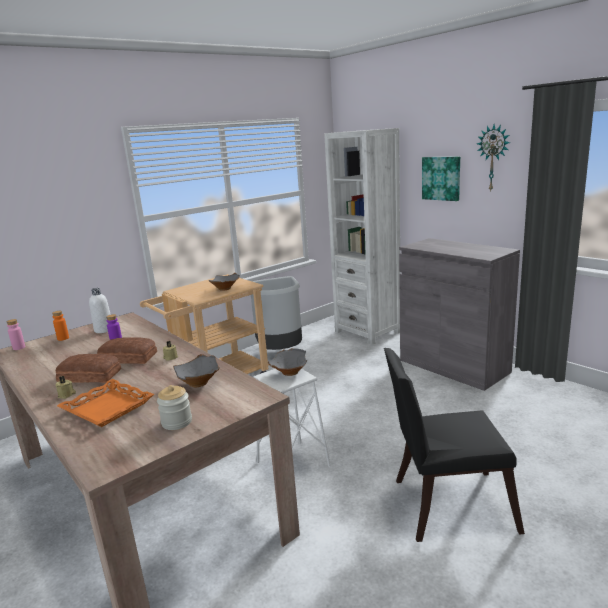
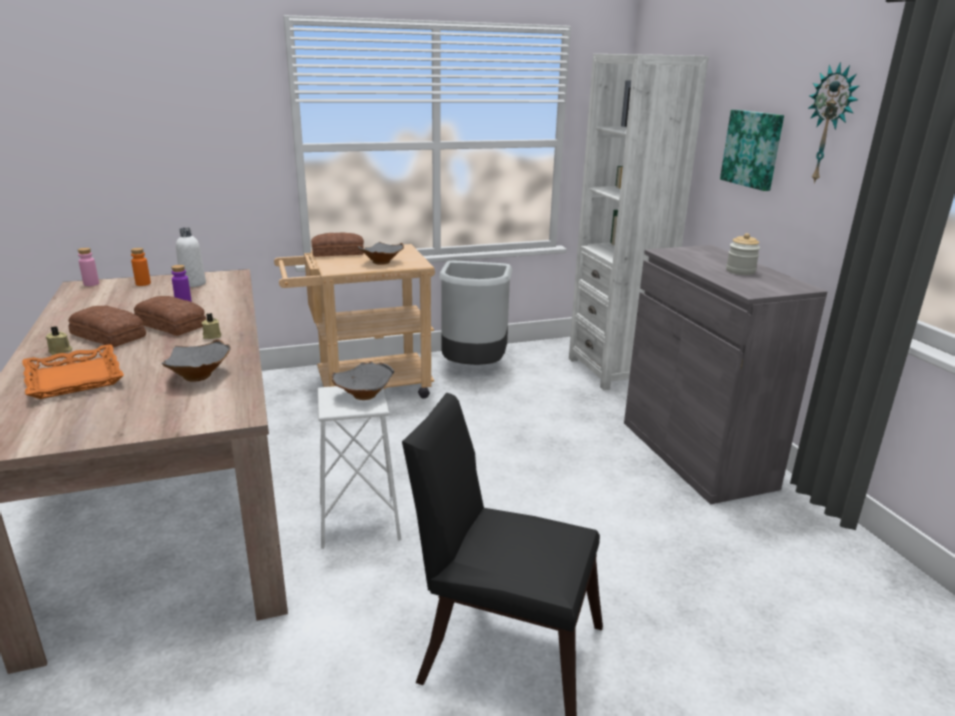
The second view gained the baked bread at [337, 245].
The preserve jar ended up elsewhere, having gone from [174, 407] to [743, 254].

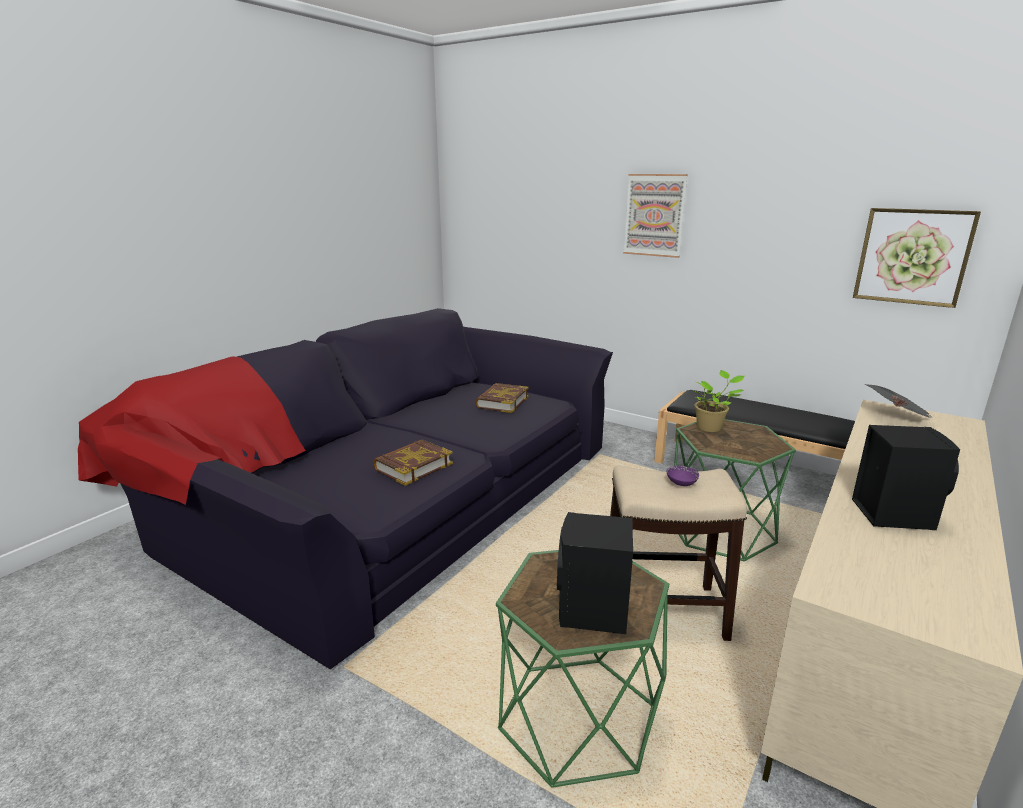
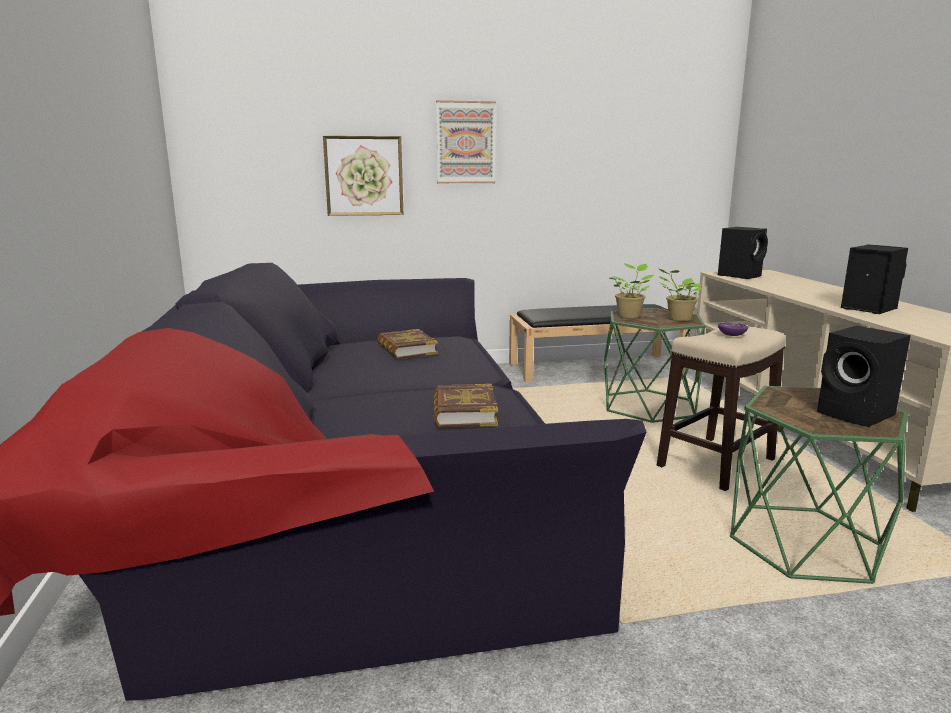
The wall picture ended up elsewhere, having gone from [917, 258] to [363, 176].
The second view gained the houseplant at [680, 294].
Where the printed paper stood at [898, 401], the blackish speaker came to stand at [743, 253].

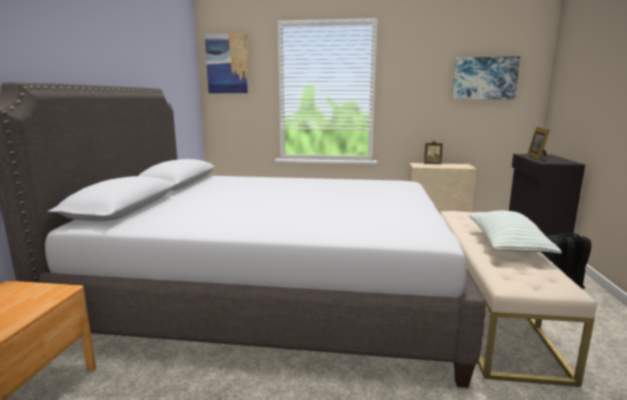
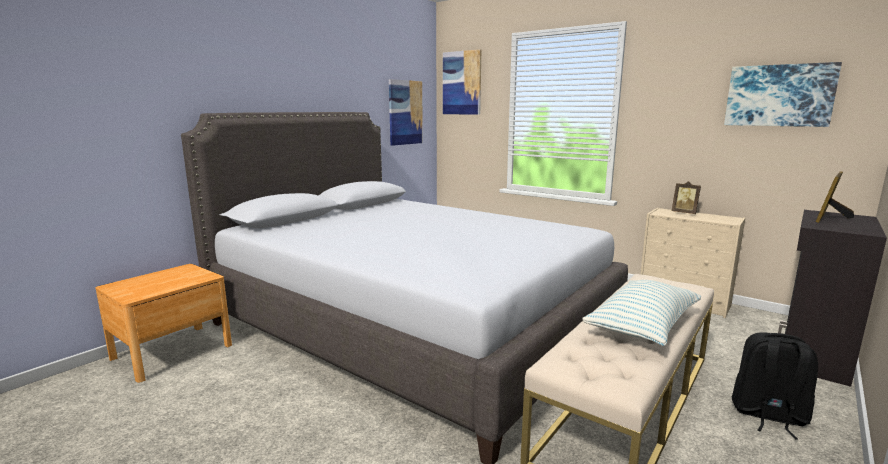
The second view gained the wall picture at [406, 112].

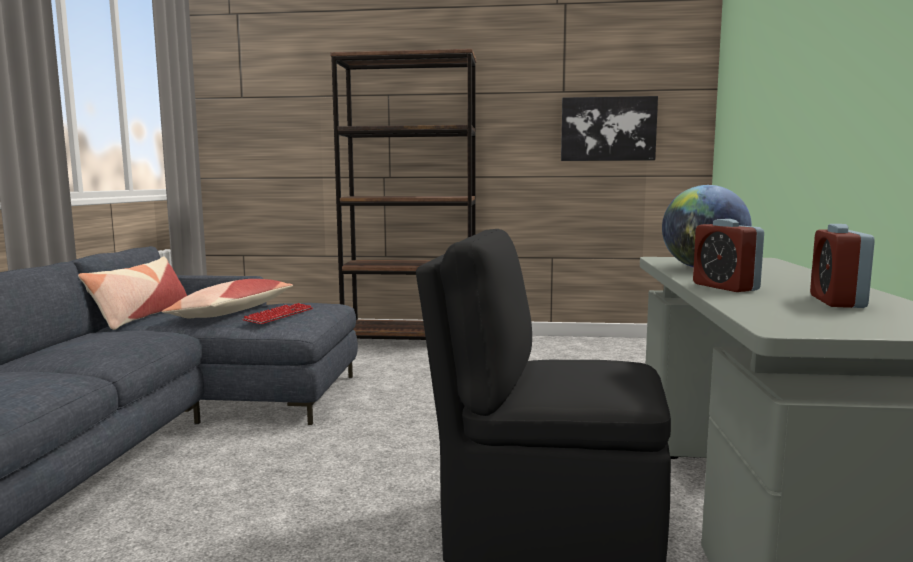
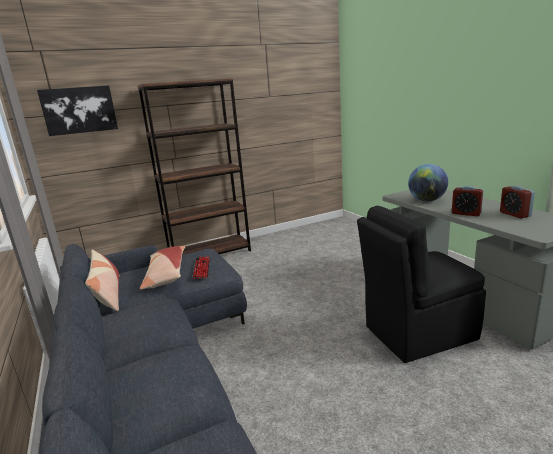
The wall picture ended up elsewhere, having gone from [609, 128] to [77, 110].

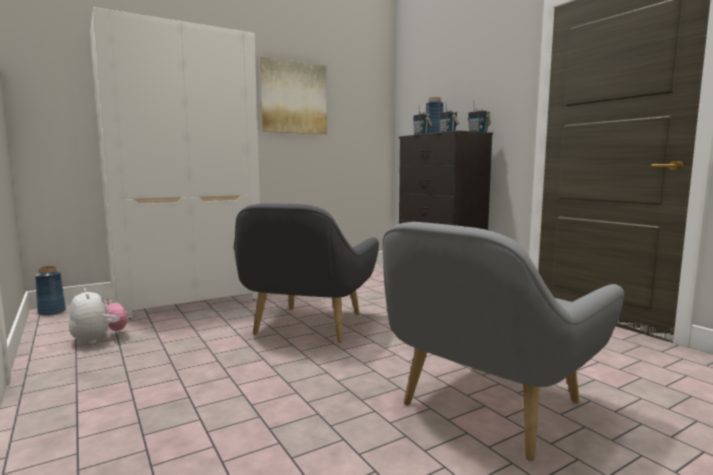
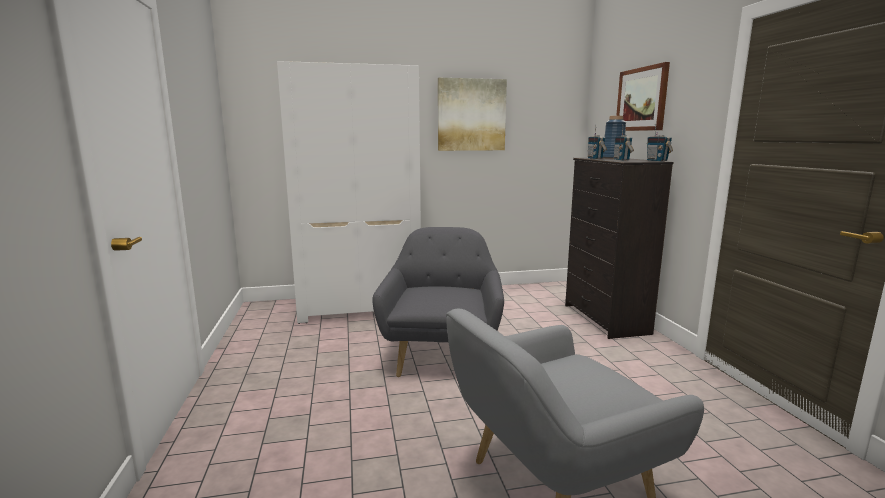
The grey armchair at [306, 273] ended up facing another way, 150 degrees clockwise from before.
The second view gained the wall picture at [643, 96].
The second view lost the blue-coloured flower vase at [50, 290].
The second view lost the soft toy at [98, 316].

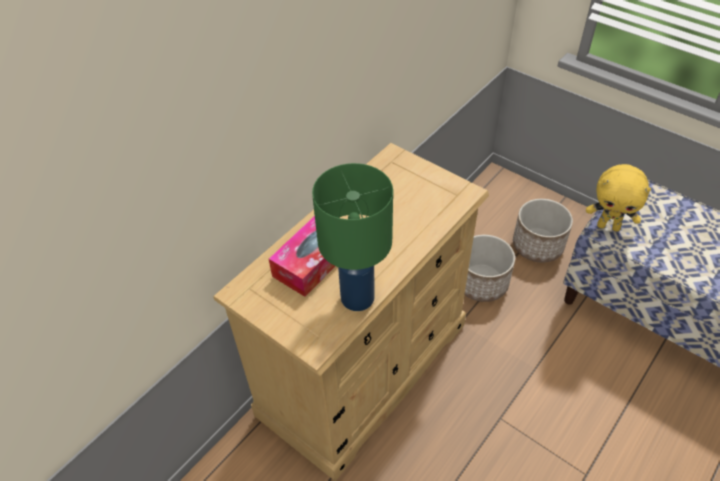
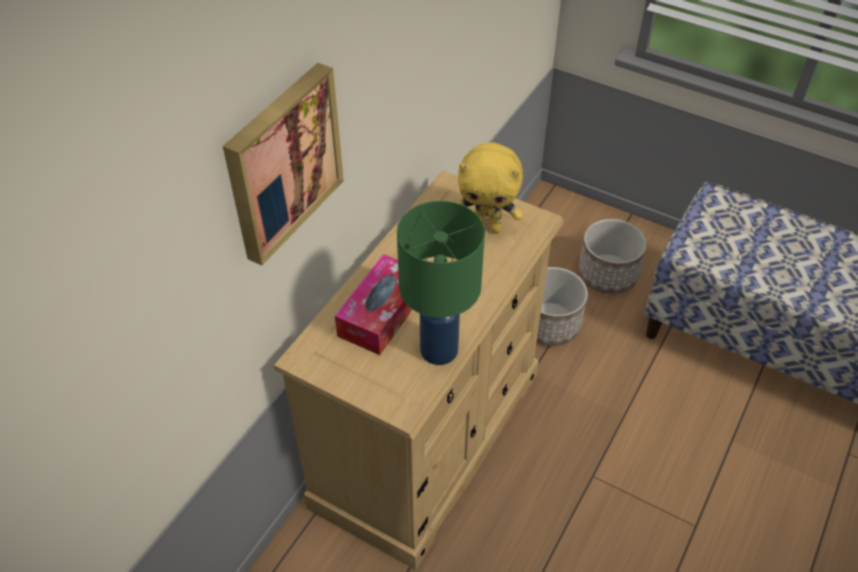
The second view gained the wall picture at [283, 164].
The yellow soft toy ended up elsewhere, having gone from [618, 198] to [489, 188].

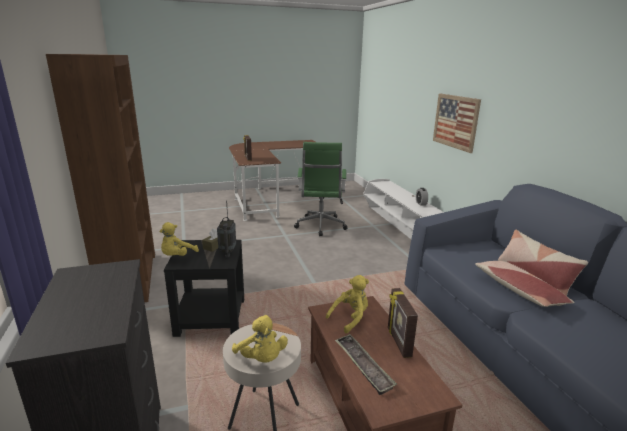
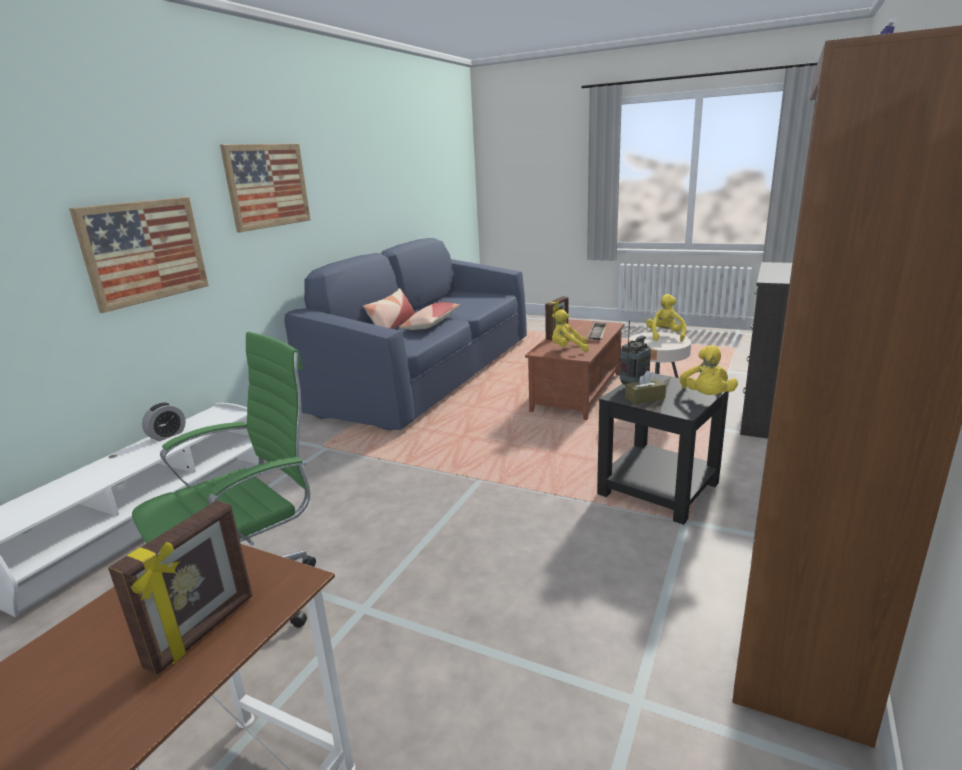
The second view gained the wall picture at [265, 187].
The yellow soft toy at [179, 239] ended up facing another way, 120 degrees clockwise from before.

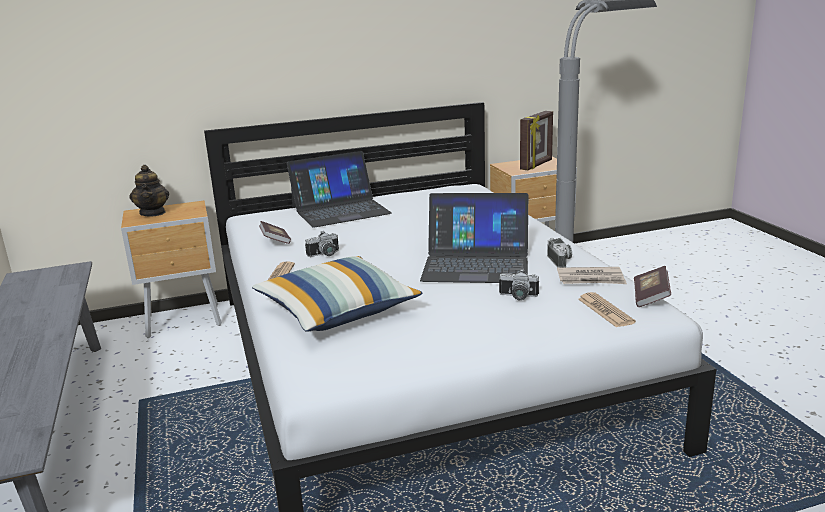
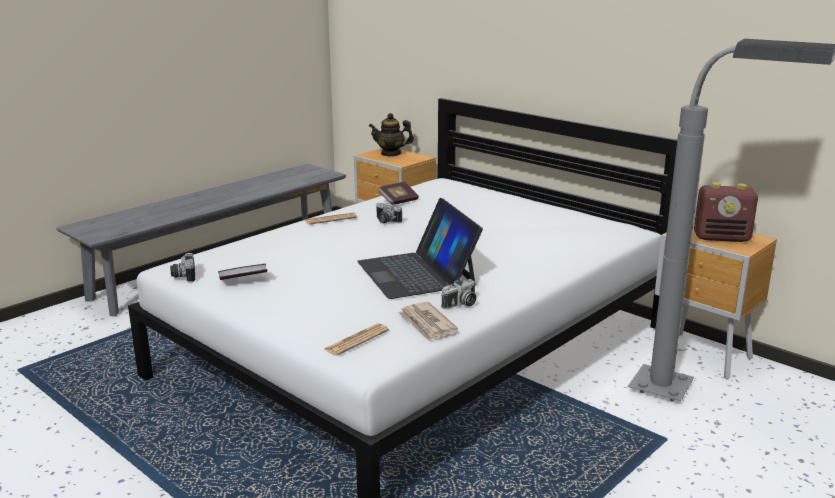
The still camera ended up elsewhere, having gone from [519, 284] to [182, 268].
The book ended up elsewhere, having gone from [652, 286] to [242, 272].
The pot for tea at [149, 191] ended up facing another way, 45 degrees clockwise from before.
Where the standing frame stood at [536, 140], the radio came to stand at [726, 212].
The second view lost the throw pillow at [337, 294].
The second view lost the laptop at [339, 189].

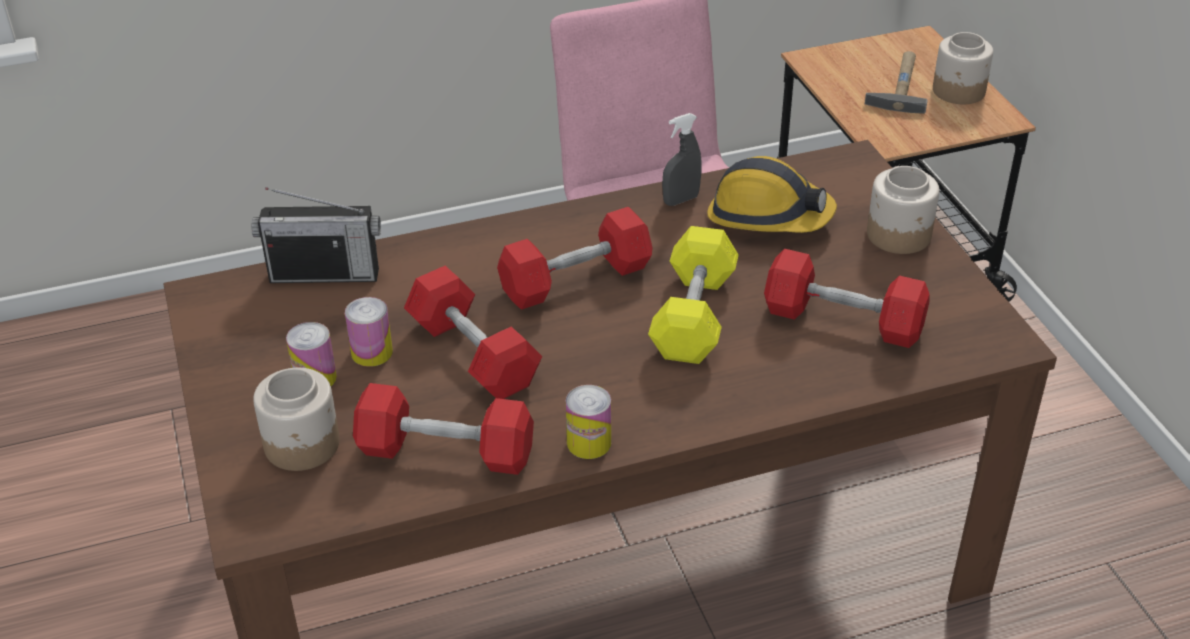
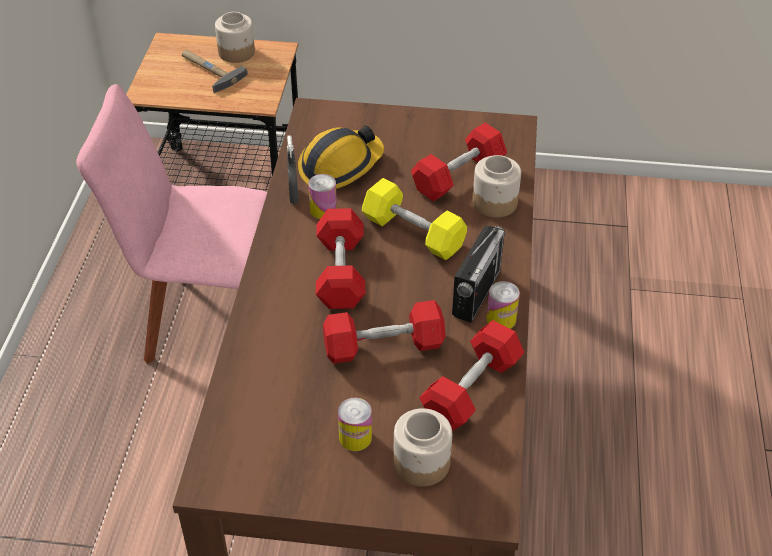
The sealed can ended up elsewhere, having gone from [369, 332] to [322, 196].
The radio ended up elsewhere, having gone from [316, 235] to [478, 274].
The preserve jar ended up elsewhere, having gone from [903, 210] to [496, 186].

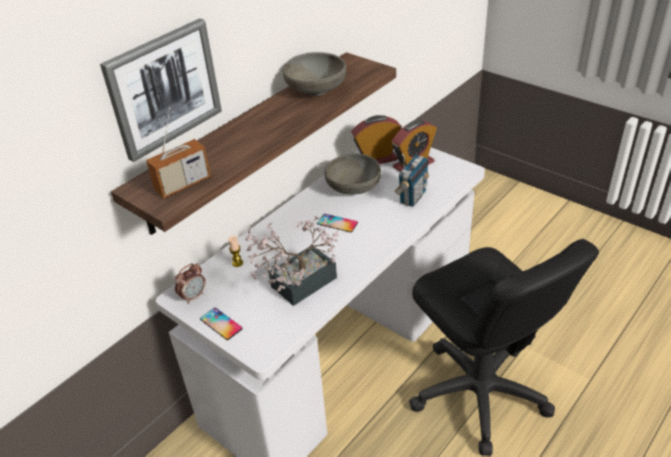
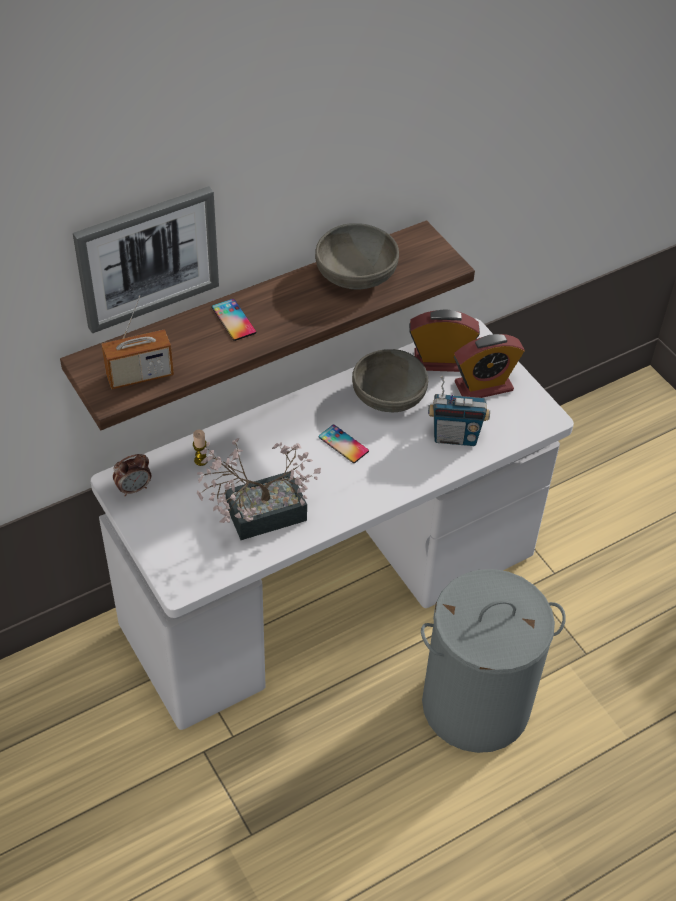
The telephone ended up elsewhere, having gone from [221, 324] to [234, 320].
Where the blackish office chair stood at [504, 347], the grey laundry basket came to stand at [493, 661].
The radio at [411, 180] ended up facing another way, 45 degrees clockwise from before.

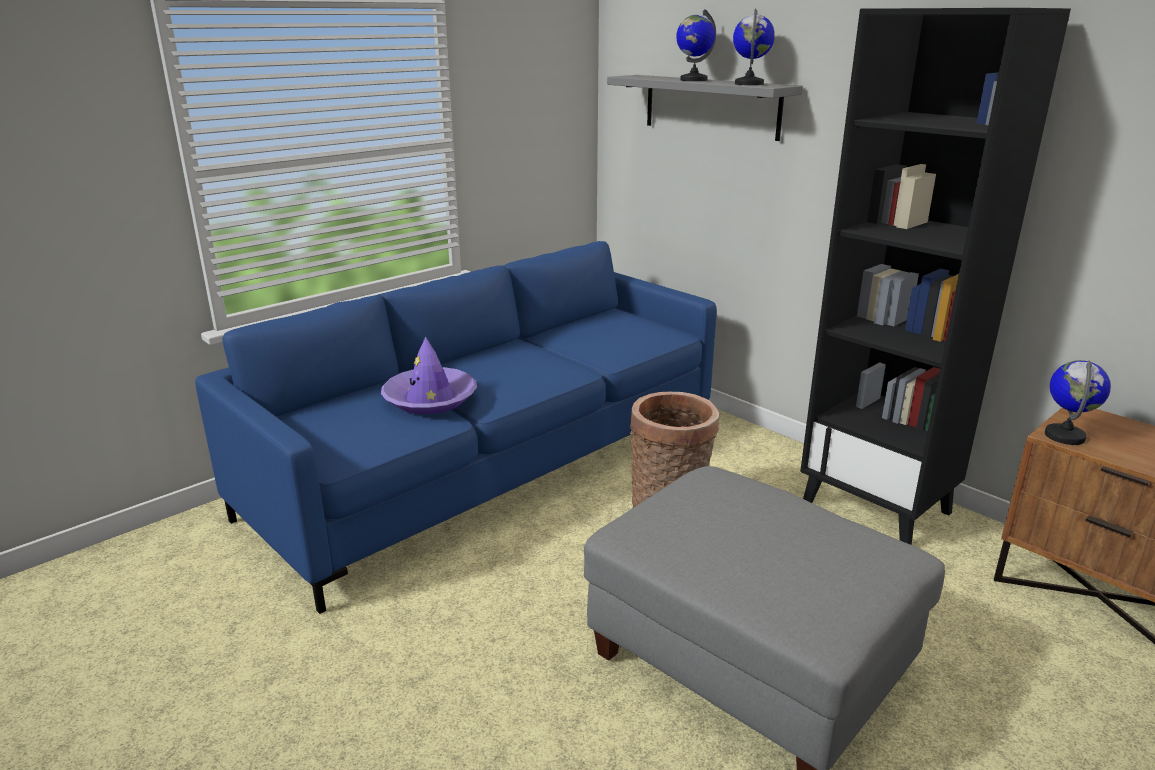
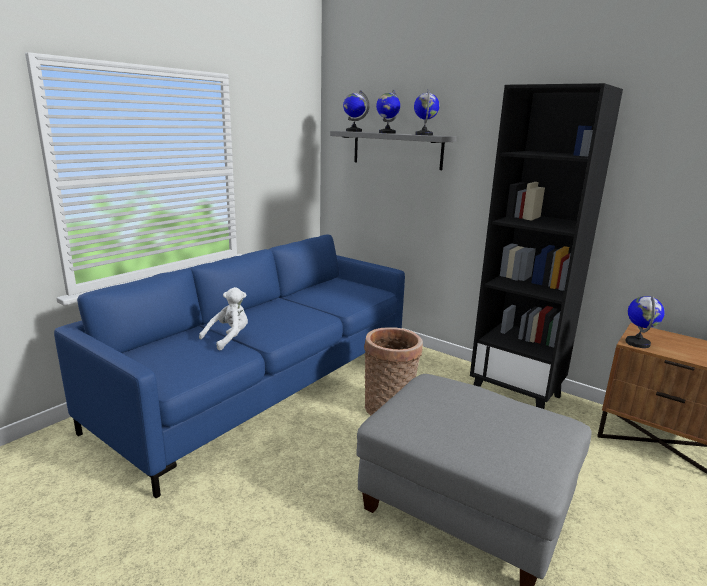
Where the purple clothing hat stood at [429, 375], the white-coloured soft toy came to stand at [223, 319].
The second view gained the world globe at [356, 111].

